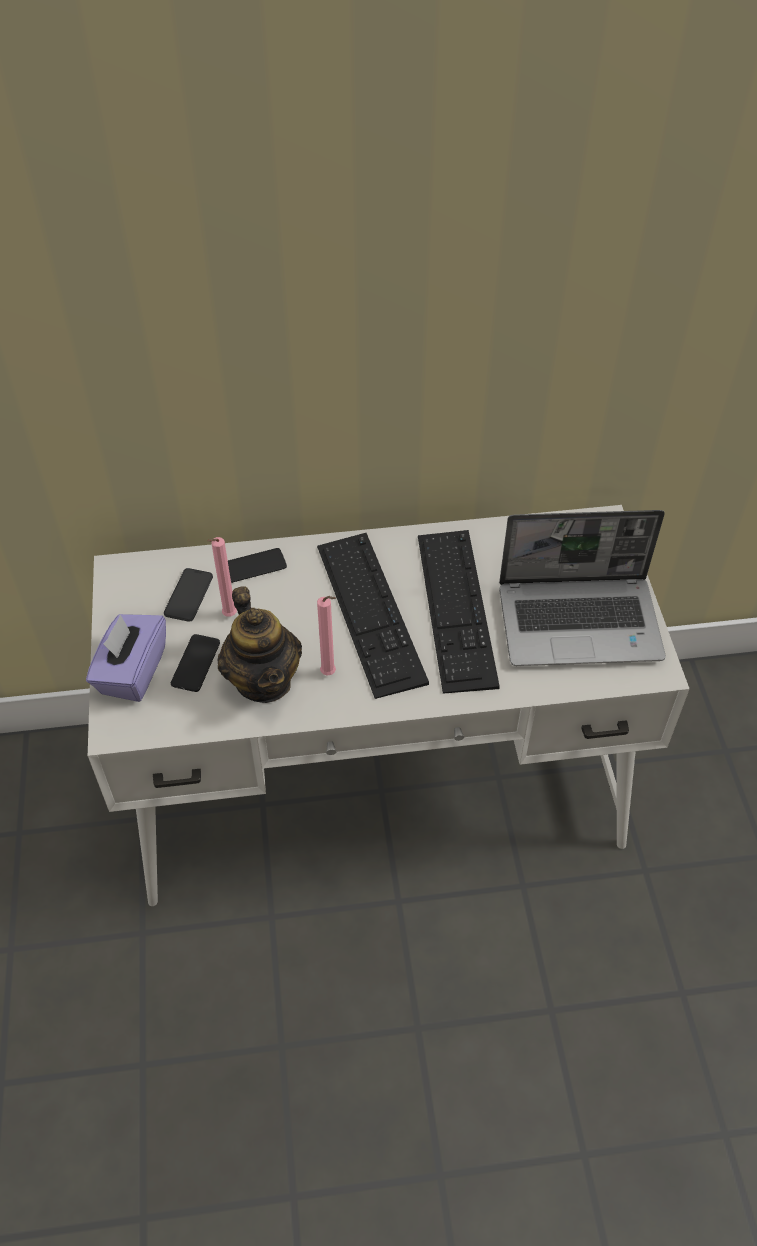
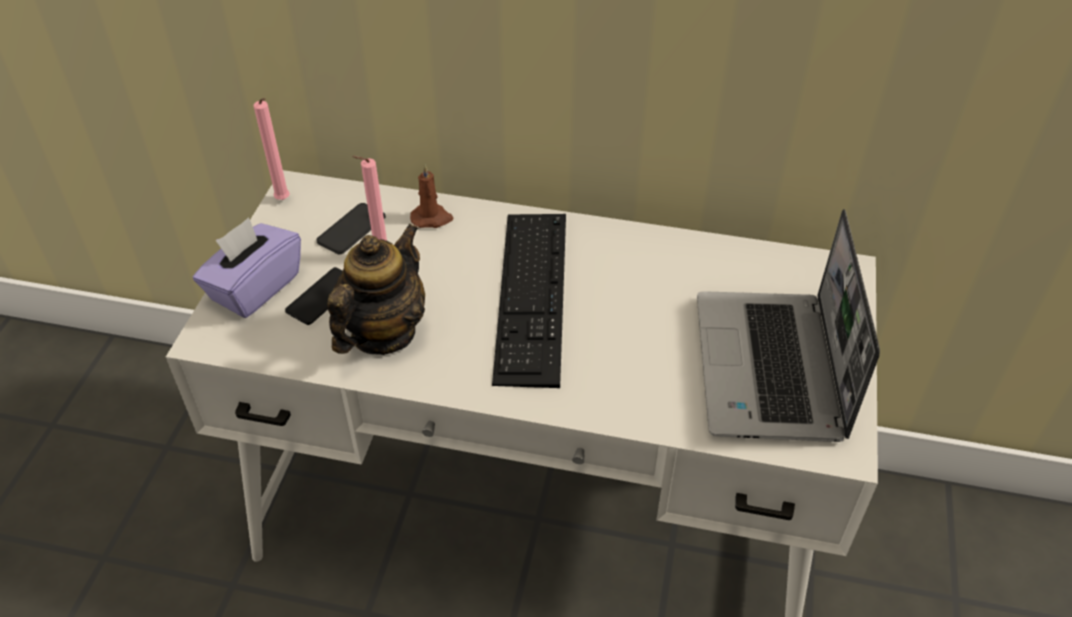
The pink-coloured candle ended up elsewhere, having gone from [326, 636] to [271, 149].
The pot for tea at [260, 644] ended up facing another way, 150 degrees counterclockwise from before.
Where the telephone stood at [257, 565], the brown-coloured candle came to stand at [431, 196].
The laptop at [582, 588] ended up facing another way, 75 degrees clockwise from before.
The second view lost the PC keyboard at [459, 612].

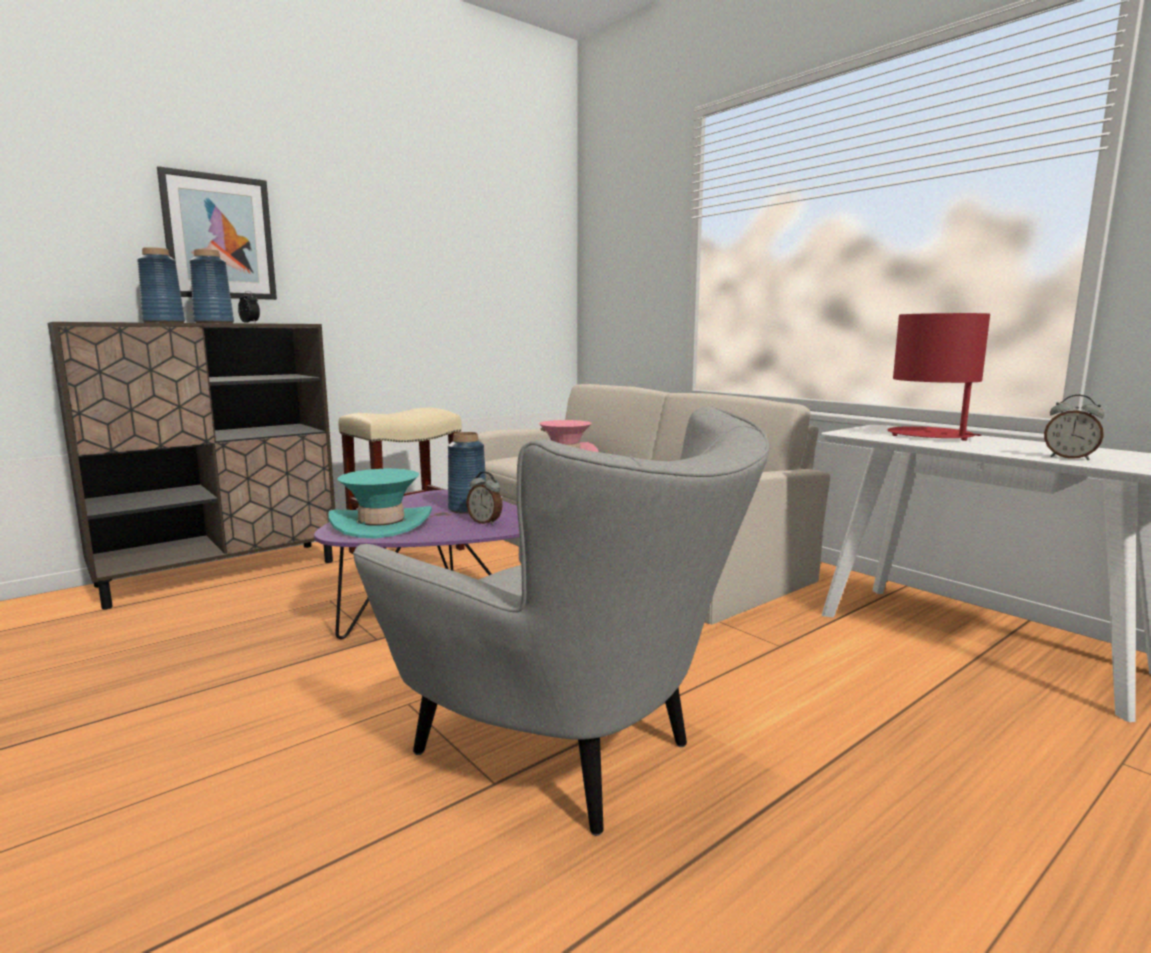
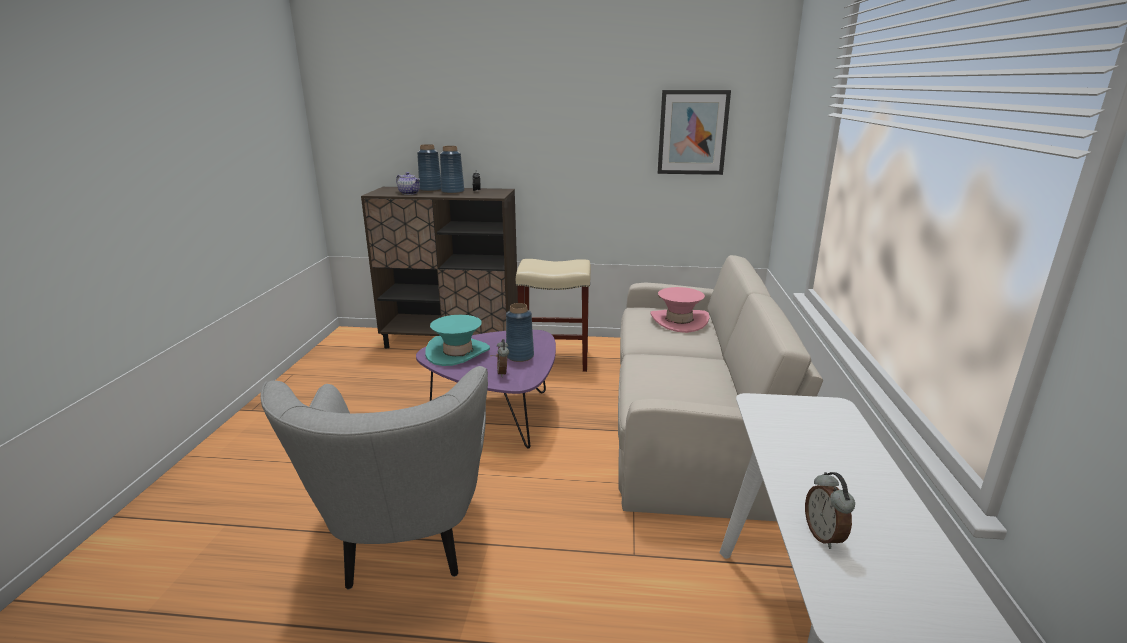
The second view gained the pot for tea at [408, 183].
The wall picture ended up elsewhere, having gone from [217, 233] to [694, 132].
The second view lost the red-coloured tabletop lamp at [939, 377].

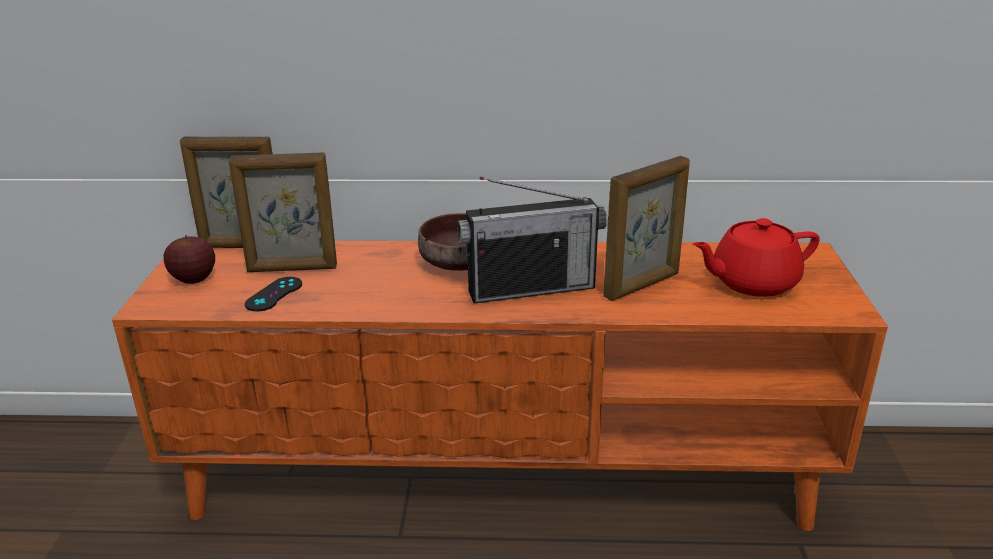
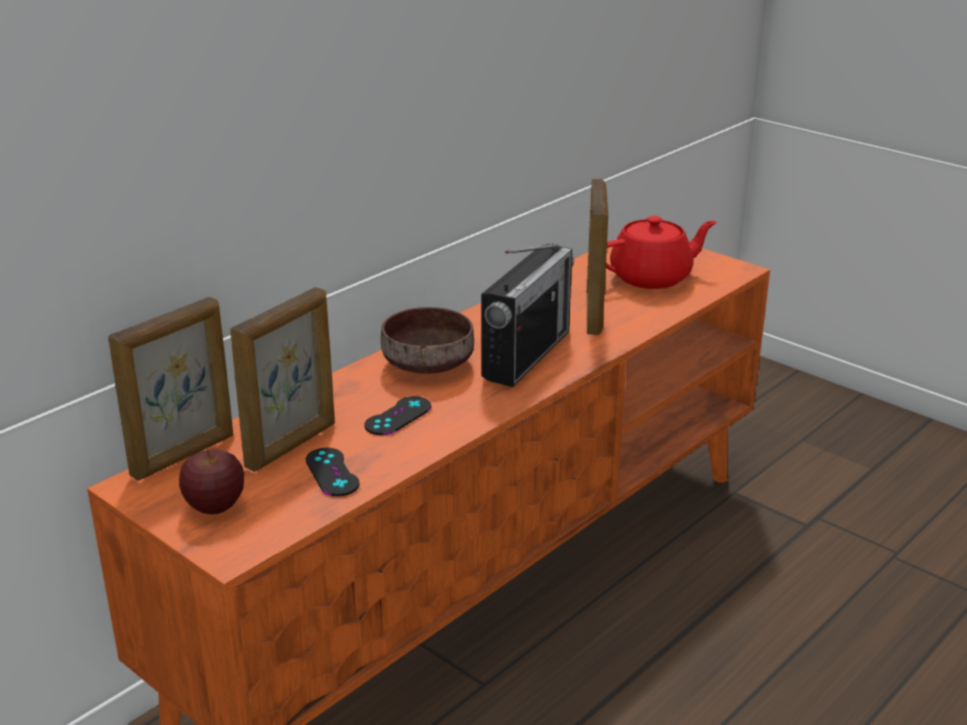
The second view gained the blackish game controller at [397, 415].
The red-coloured pot for tea at [756, 257] ended up facing another way, 135 degrees counterclockwise from before.

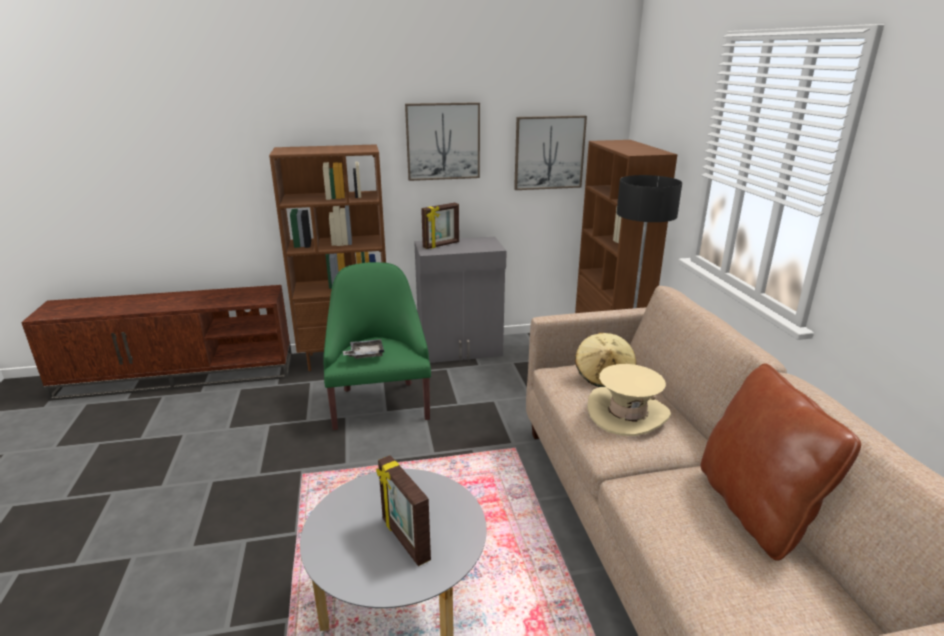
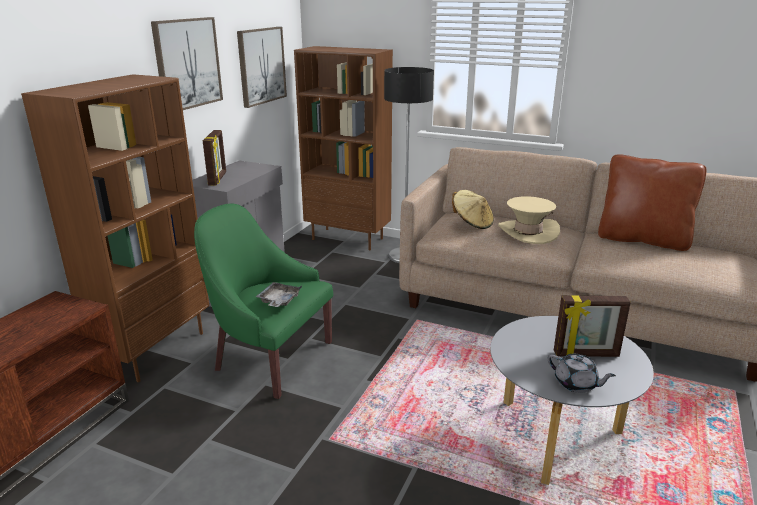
The second view gained the grey pot for tea at [582, 373].

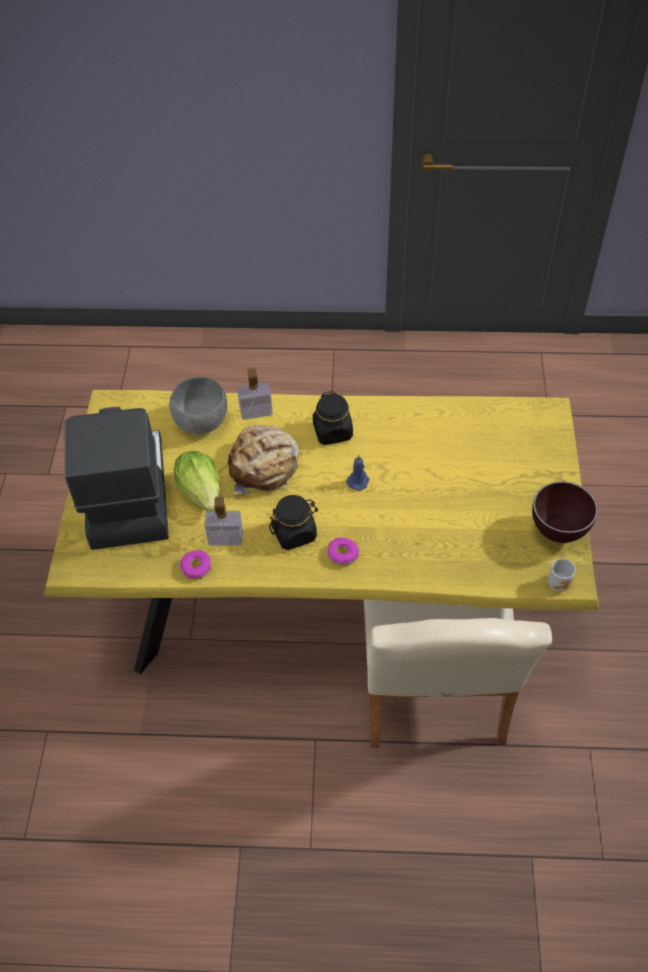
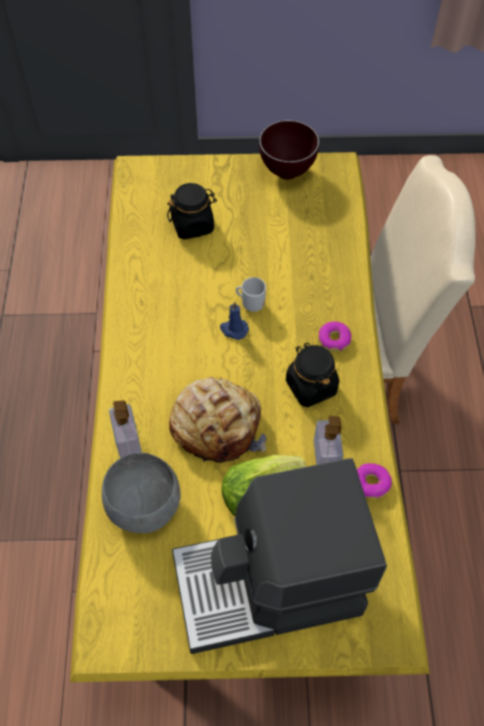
The blackish preserve jar ended up elsewhere, having gone from [333, 418] to [192, 211].
The tea mug ended up elsewhere, having gone from [562, 575] to [251, 294].

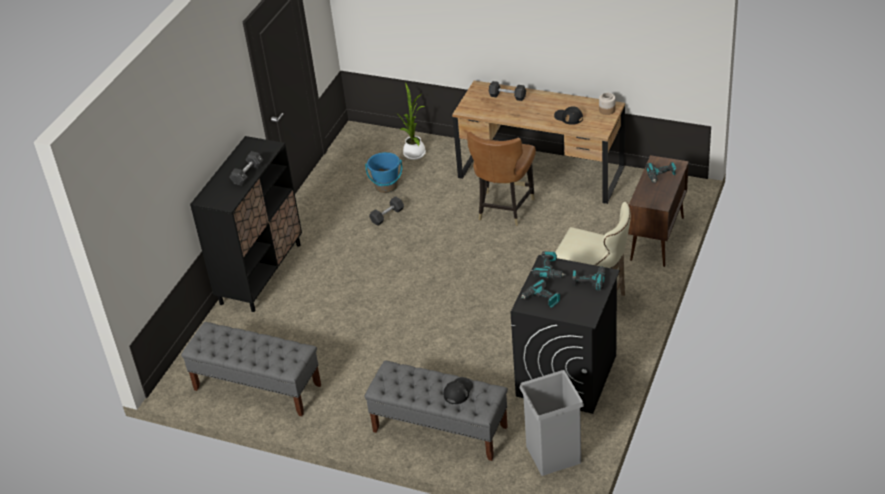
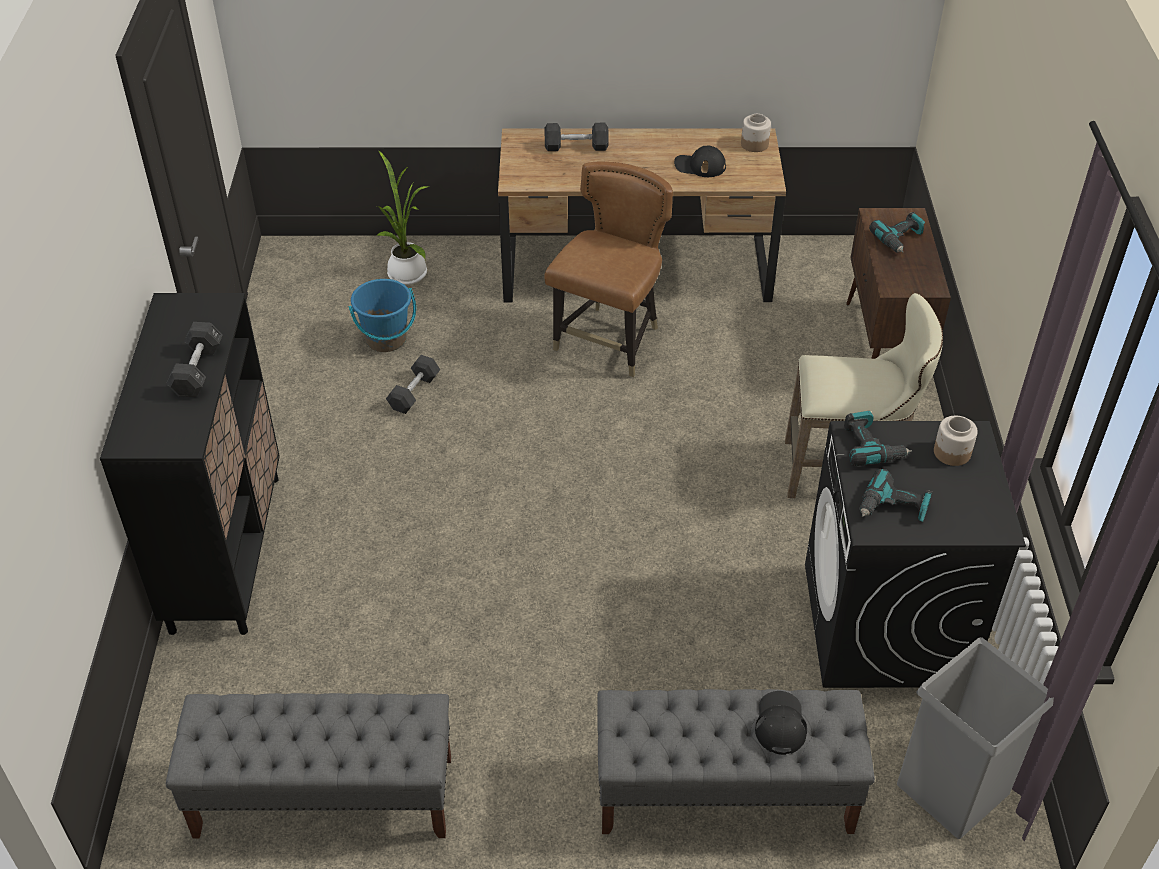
The brown-coloured plain chair at [501, 179] ended up facing another way, 150 degrees counterclockwise from before.
Where the drill stood at [588, 278], the preserve jar came to stand at [956, 441].

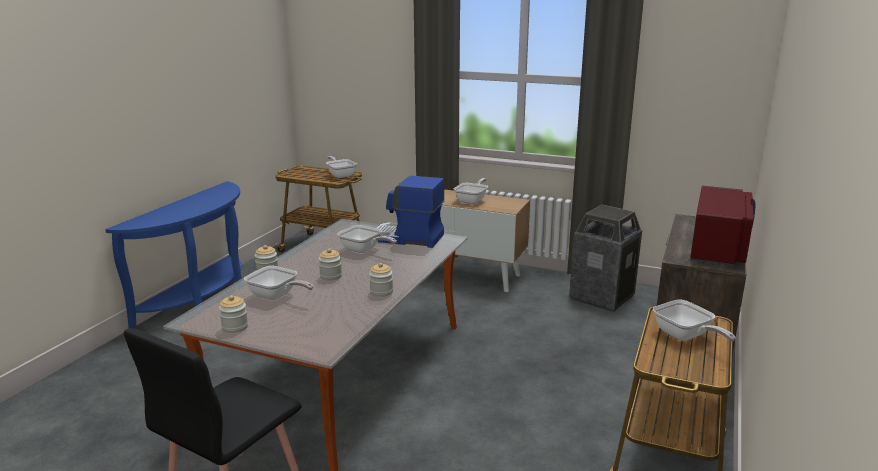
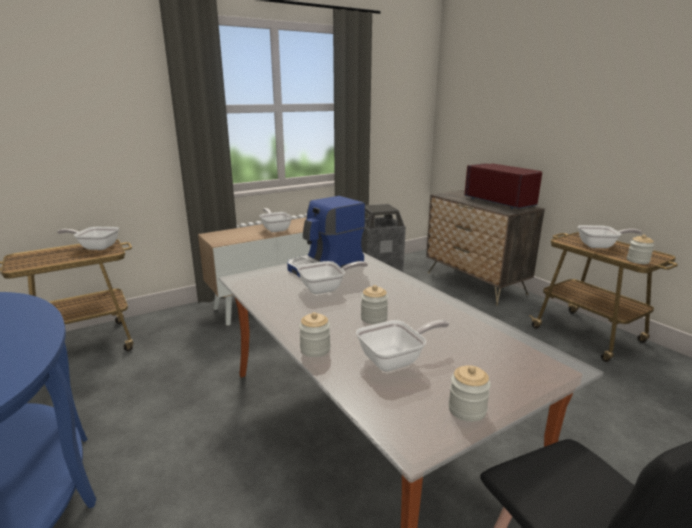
The preserve jar ended up elsewhere, having gone from [381, 280] to [640, 249].

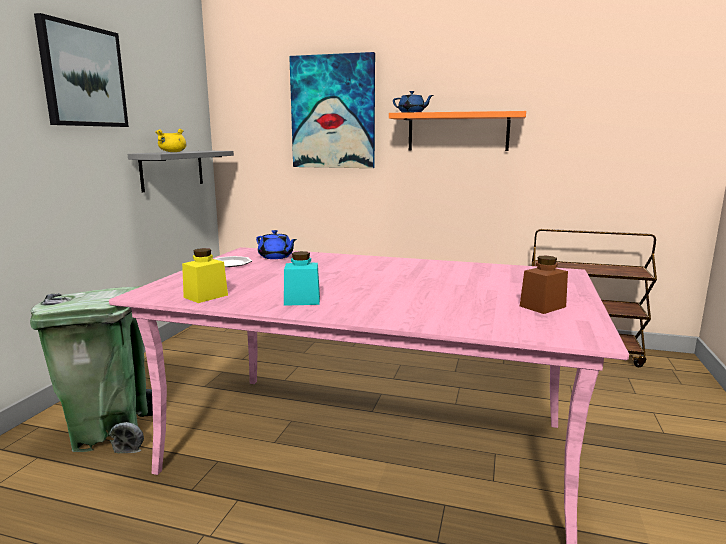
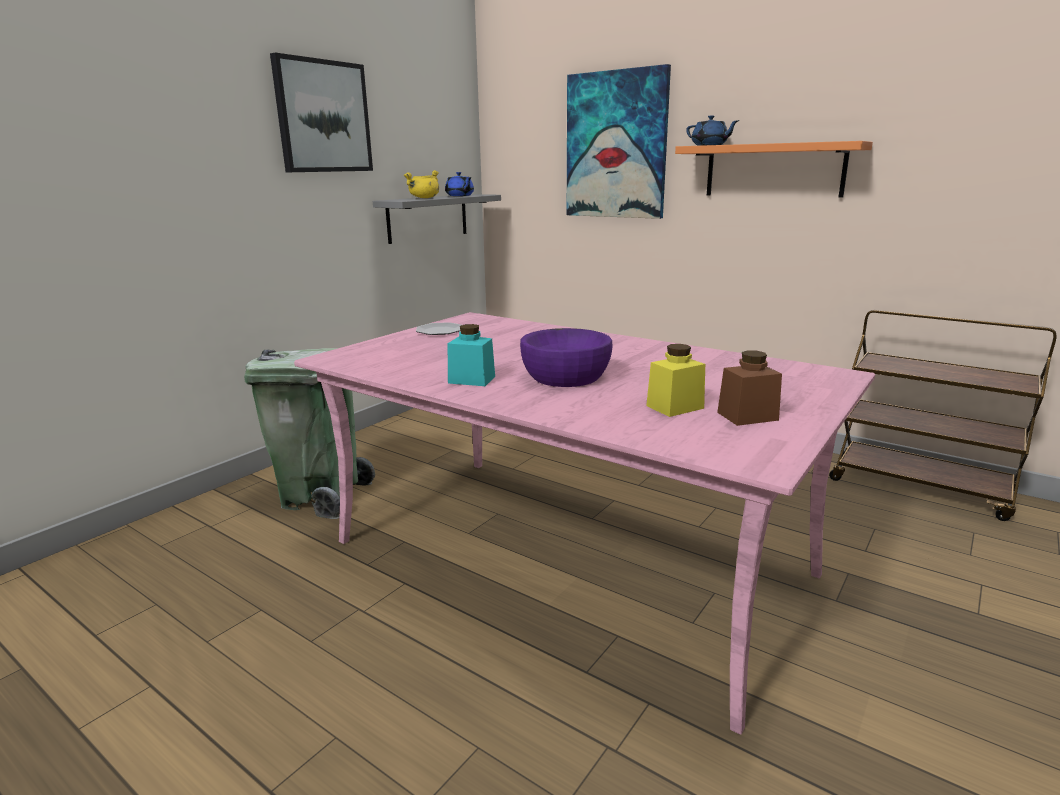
The blue-coloured pot for tea ended up elsewhere, having gone from [276, 244] to [459, 184].
The second view gained the purple serving bowl at [566, 357].
The yellow preserve jar ended up elsewhere, having gone from [205, 275] to [675, 380].

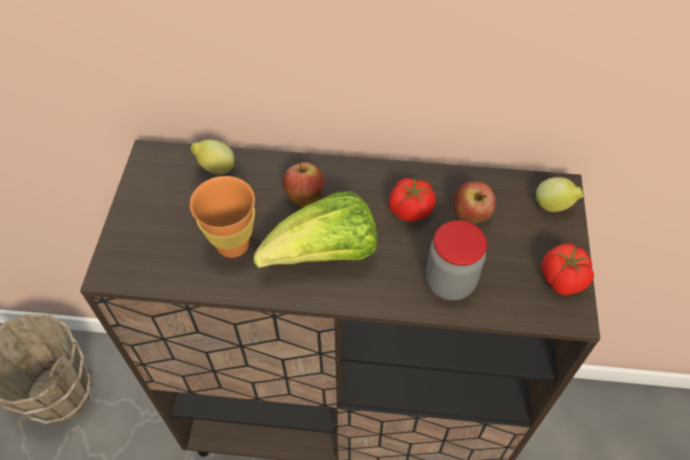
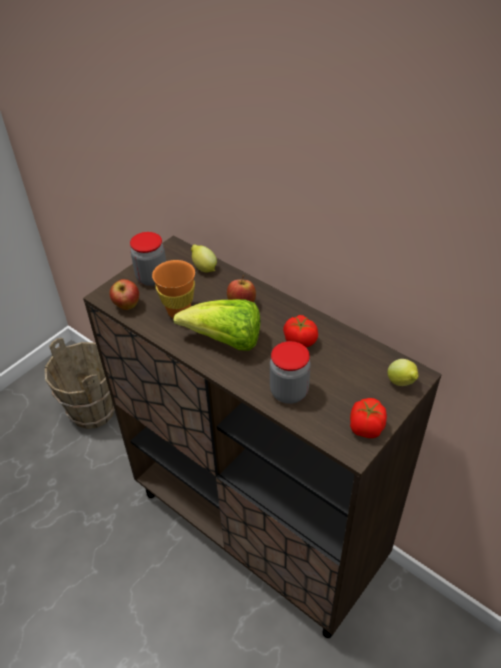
The whole apple ended up elsewhere, having gone from [474, 202] to [124, 294].
The second view gained the preserve jar at [148, 259].

